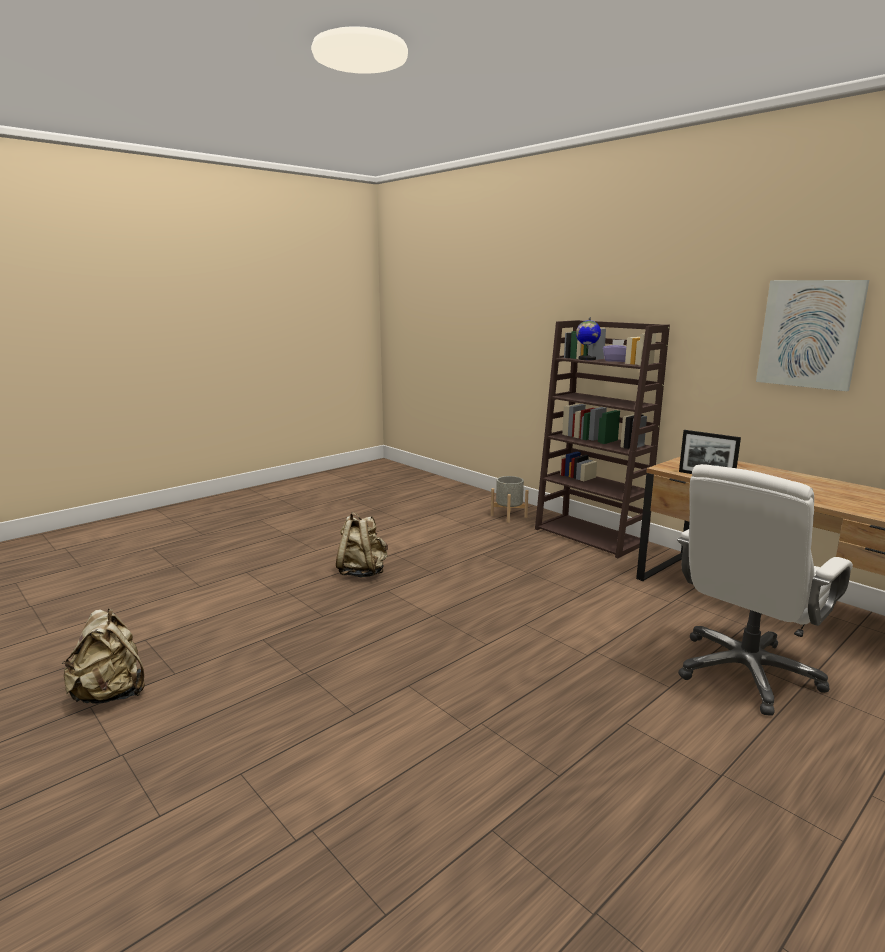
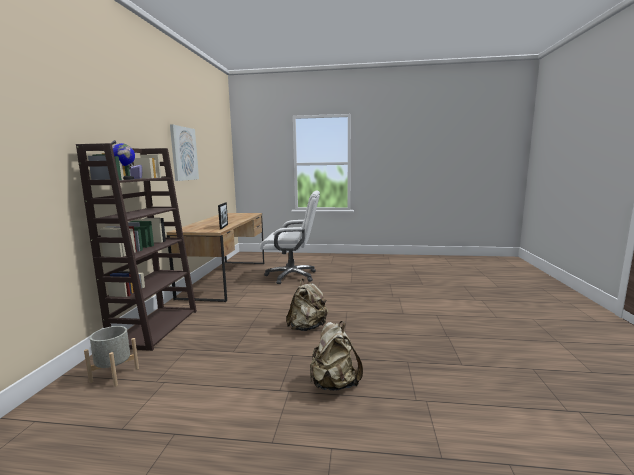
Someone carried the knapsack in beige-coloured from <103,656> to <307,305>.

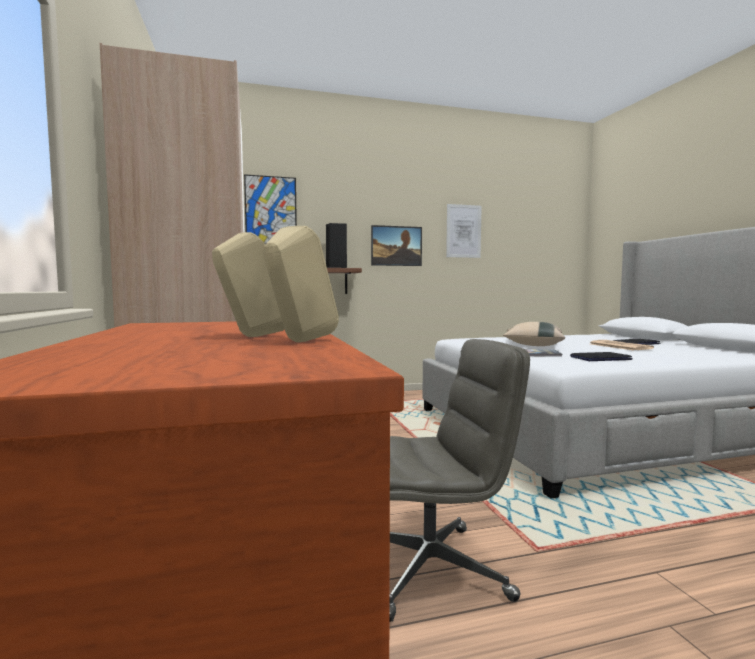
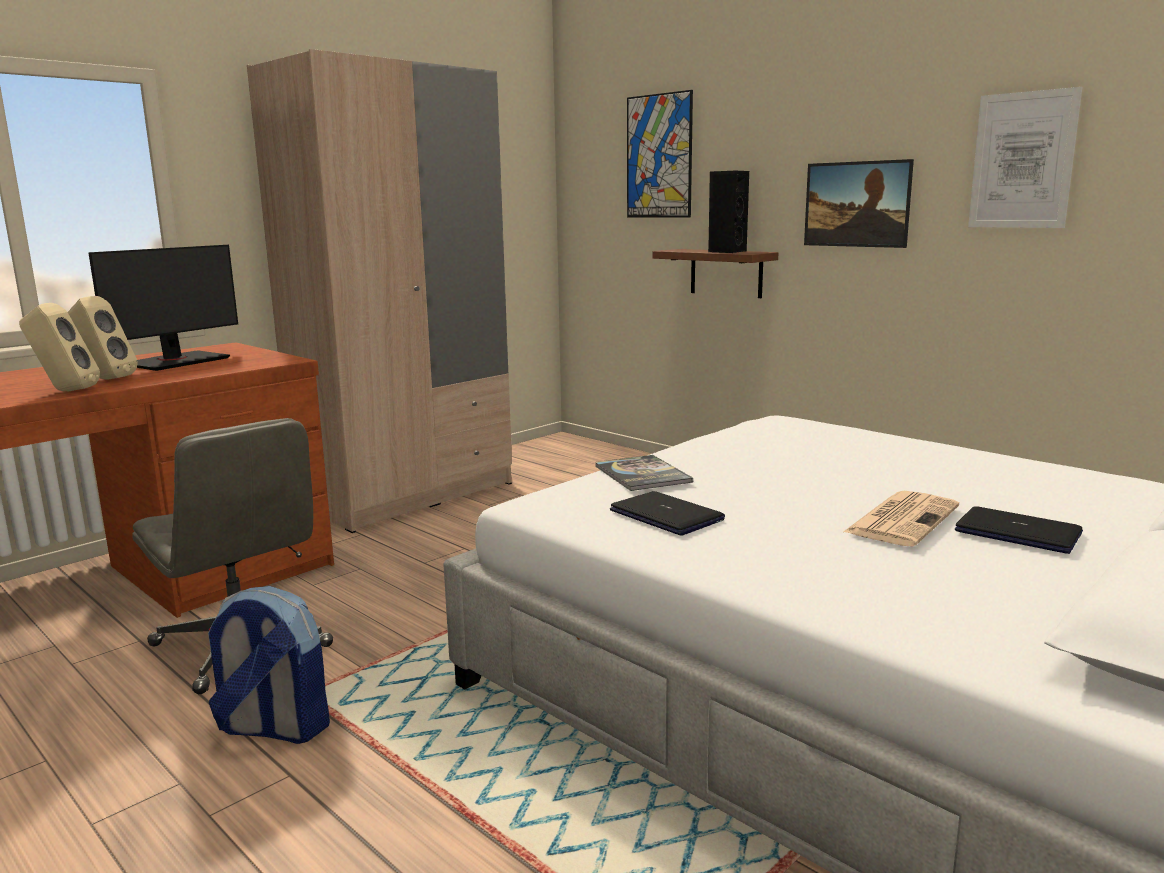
Someone took away the cushion in beige-coloured at <534,334>. Someone put down the computer display at <163,308>. Someone put down the knapsack at <269,665>.

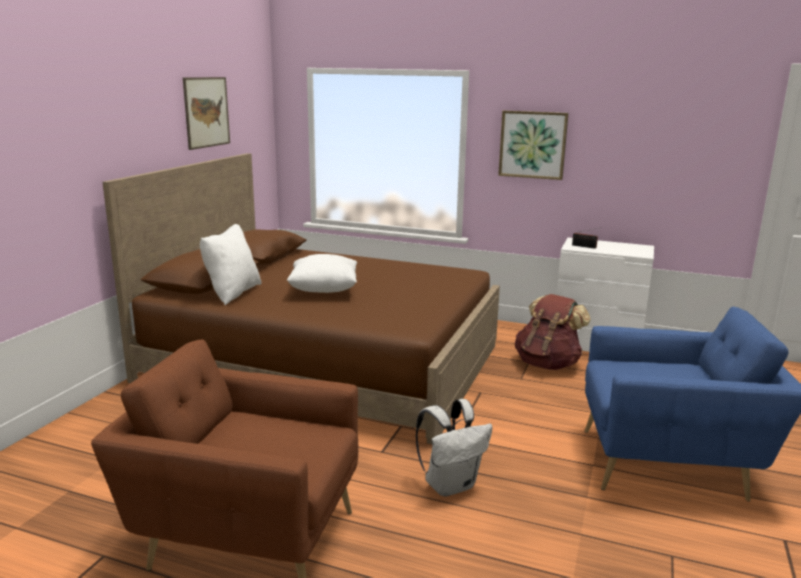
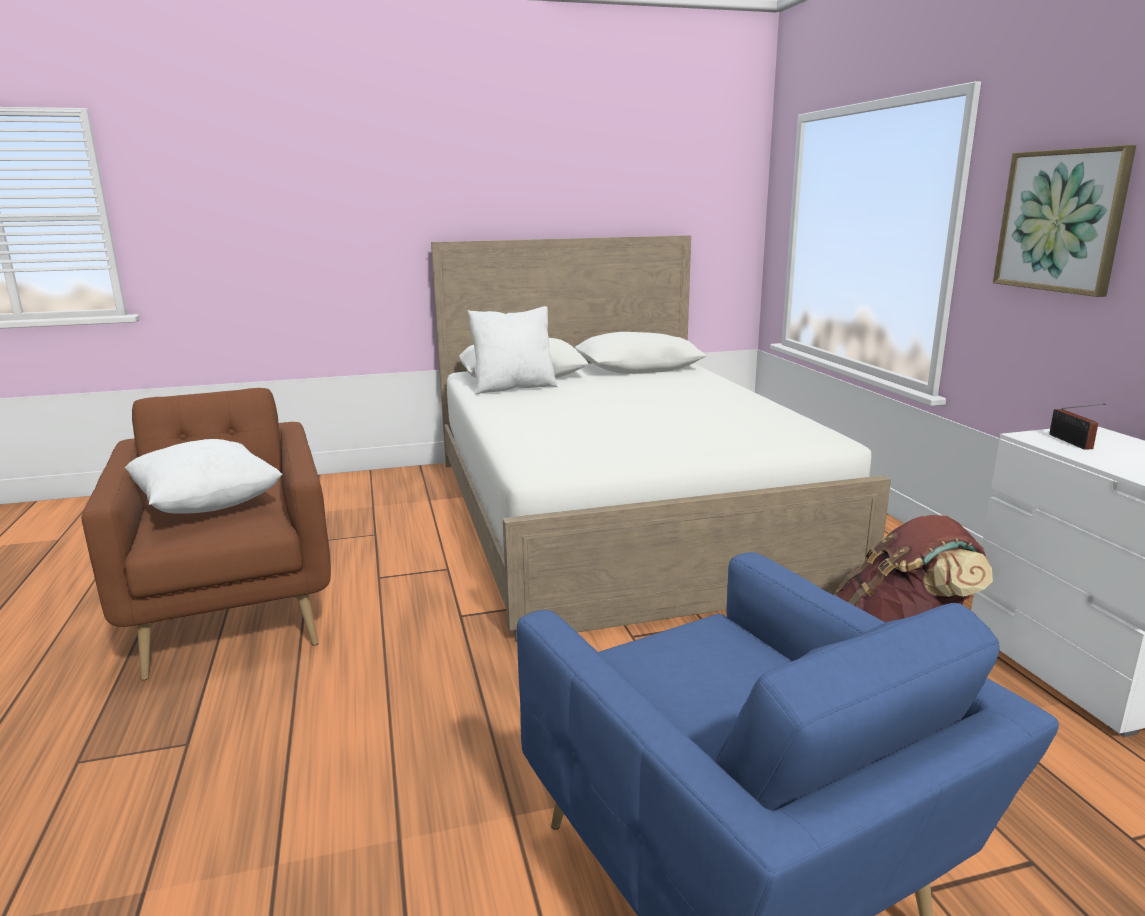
Someone took away the wall art at <206,113>. Someone took away the knapsack in white at <454,448>. Someone carried the cushion in white from <322,273> to <204,476>. Someone repainted the bedroom bed in brown-coloured at <301,298>, which became the bedroom bed in white at <661,438>.

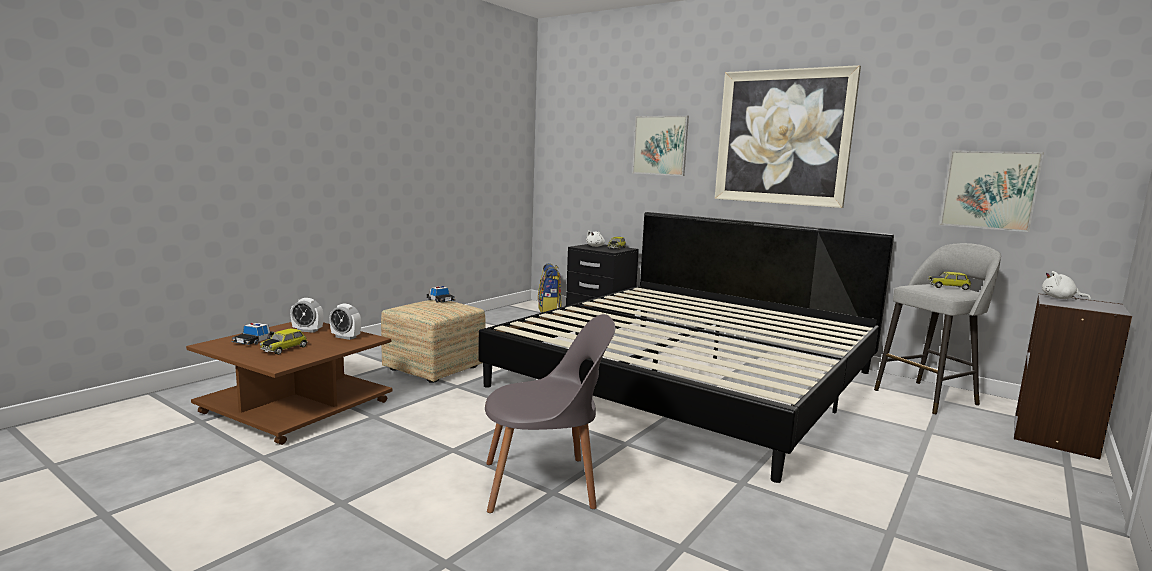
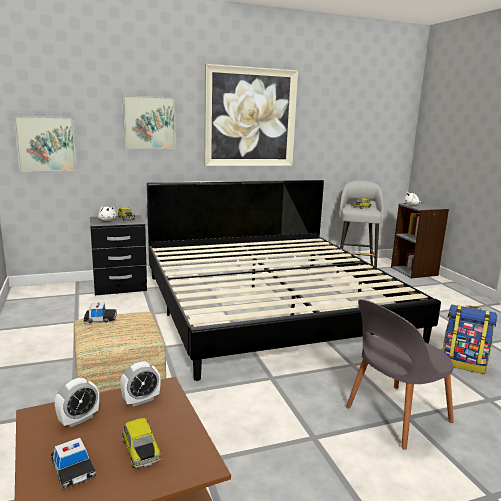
Someone carried the knapsack from <550,288> to <470,339>. Someone carried the wall art from <992,191> to <45,143>. Someone rotated the chair in grey at <550,413> by 150 degrees counterclockwise.

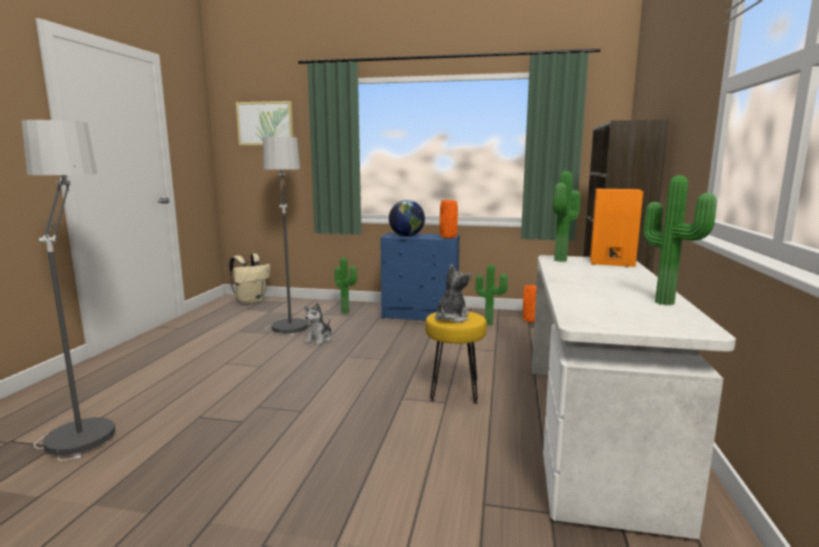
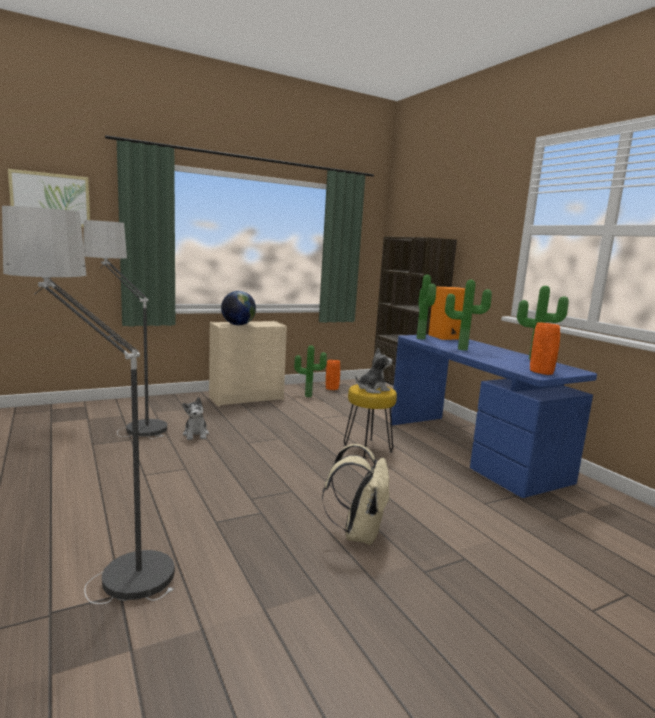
Someone carried the knapsack in beige-coloured from <249,278> to <356,494>. Someone carried the plant in a pot from <346,285> to <468,315>. Someone carried the vase in orangey from <449,219> to <545,348>. Someone repainted the drawer chest in blue at <420,276>, which became the drawer chest in beige-coloured at <248,364>. Someone repainted the desk table in white at <633,397>, which became the desk table in blue at <493,416>. Someone rotated the cuddly toy at <453,293> by 75 degrees clockwise.

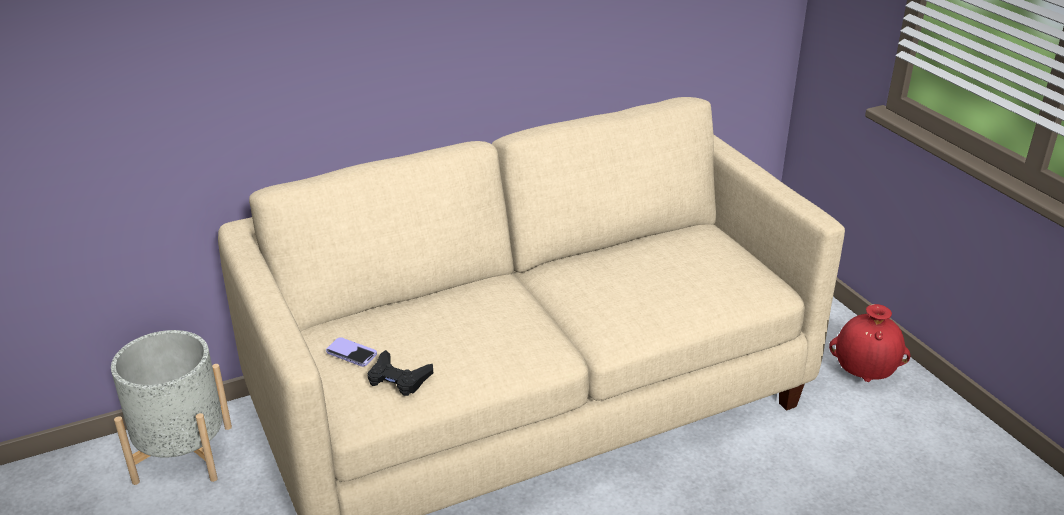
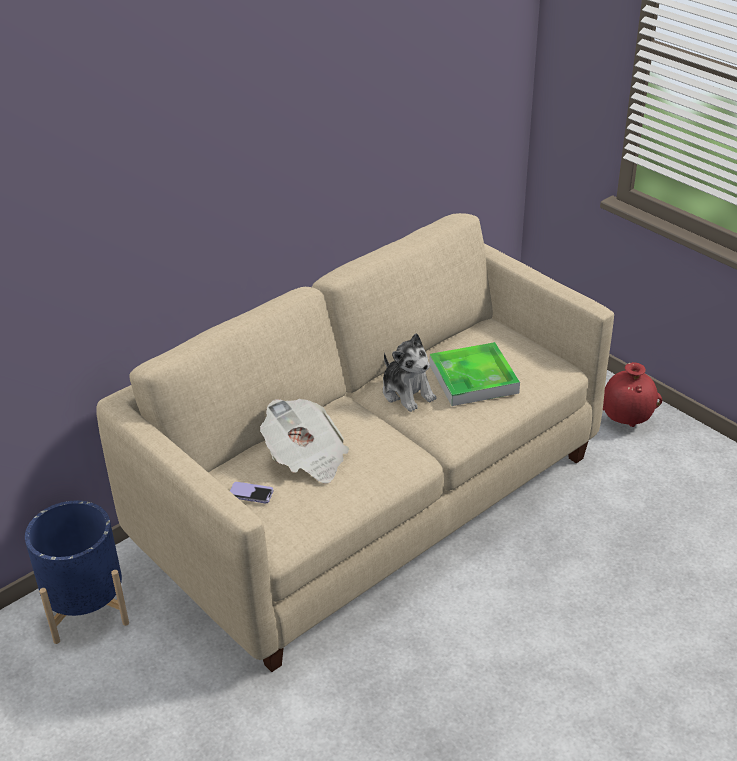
Someone took away the joypad in black at <400,373>. Someone put down the newspaper at <304,441>. Someone put down the cuddly toy at <410,372>. Someone put down the tray at <474,374>. Someone repainted the flower pot in grey at <171,407>, which became the flower pot in blue at <77,572>.

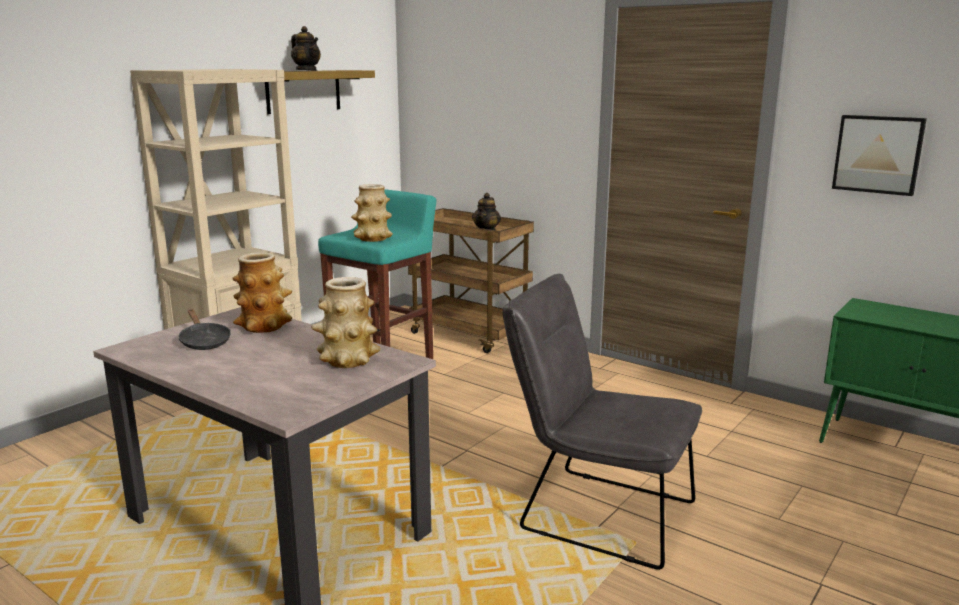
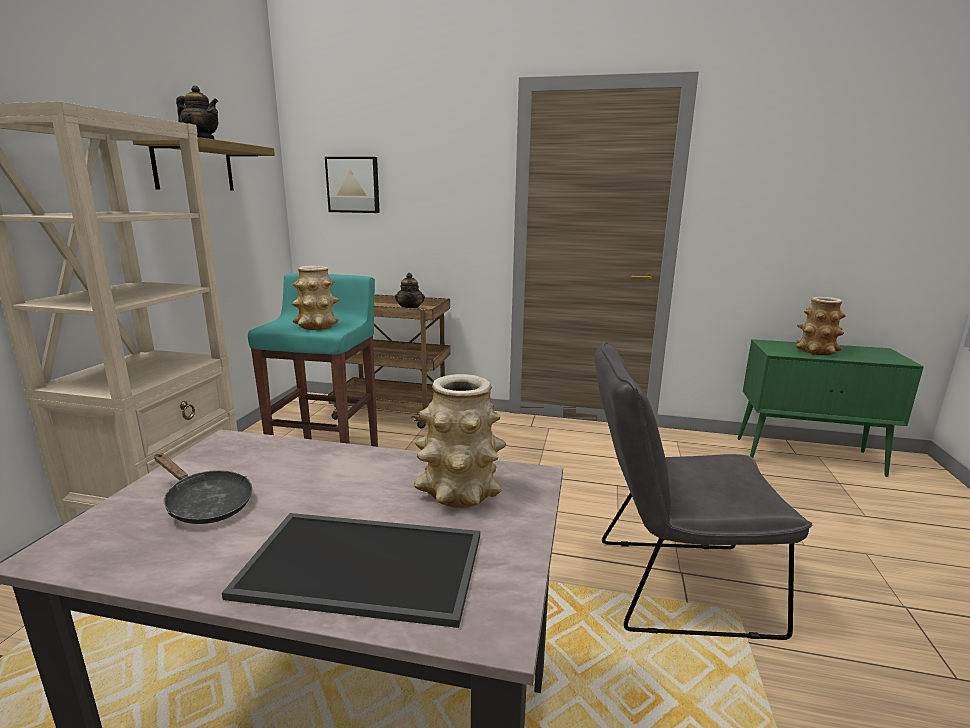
Someone put down the tray at <351,570>. Someone carried the vase from <262,292> to <821,326>. Someone carried the wall art from <879,155> to <352,185>.

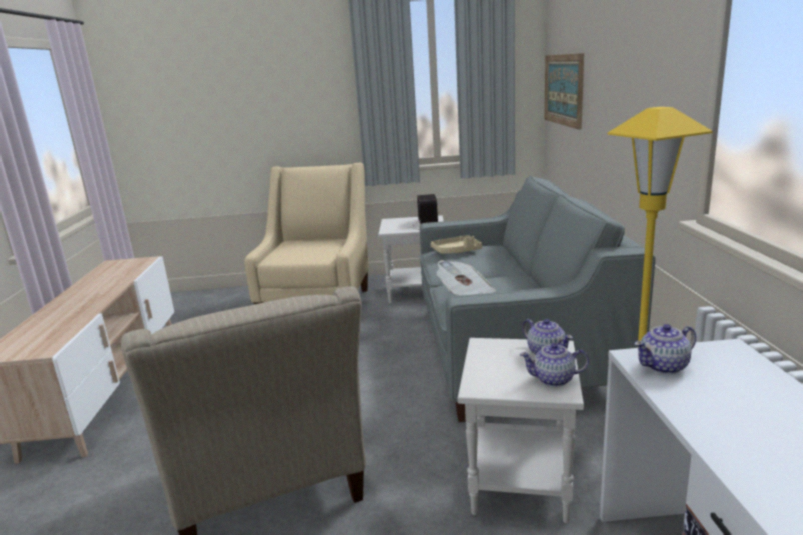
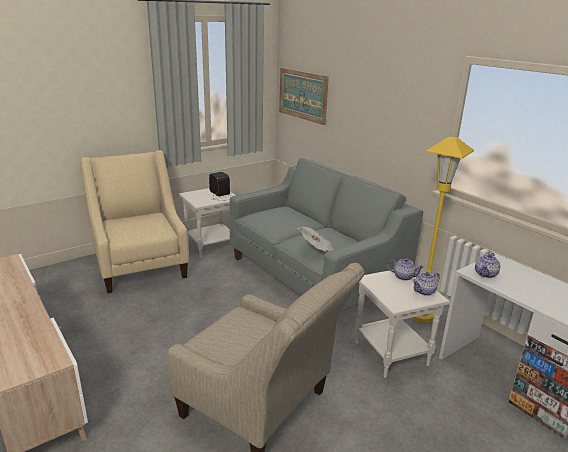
Someone took away the tray in beige-coloured at <457,244>.

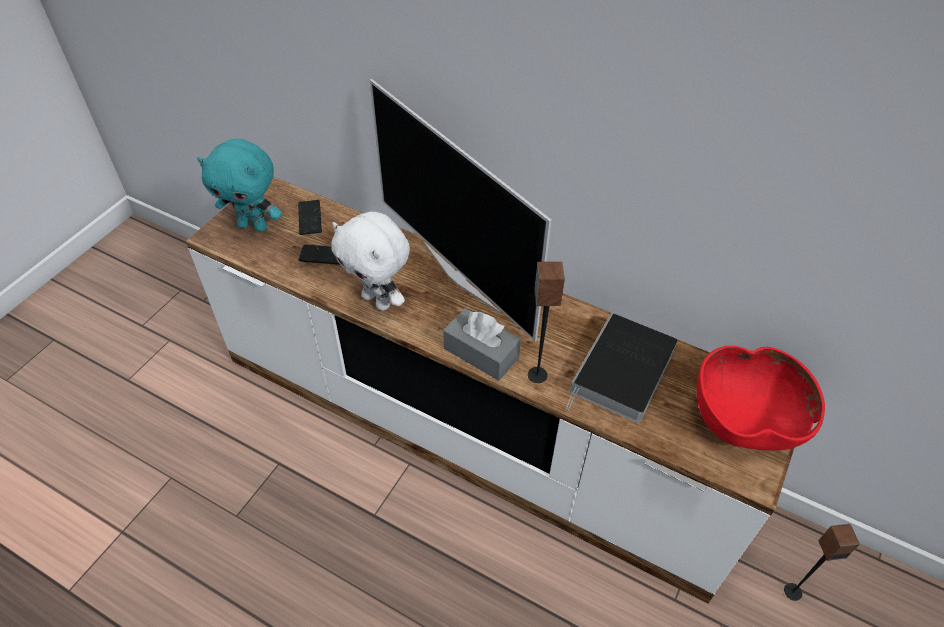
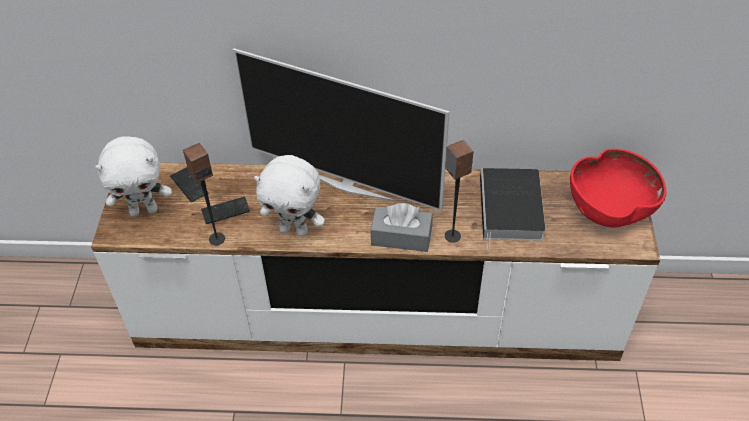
Someone carried the speaker from <822,562> to <204,194>. Someone repainted the cuddly toy in turquoise-coloured at <239,185>, which became the cuddly toy in white at <133,176>.

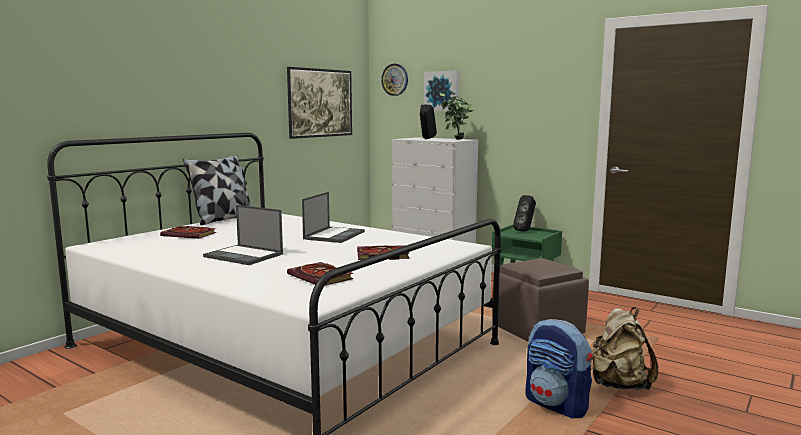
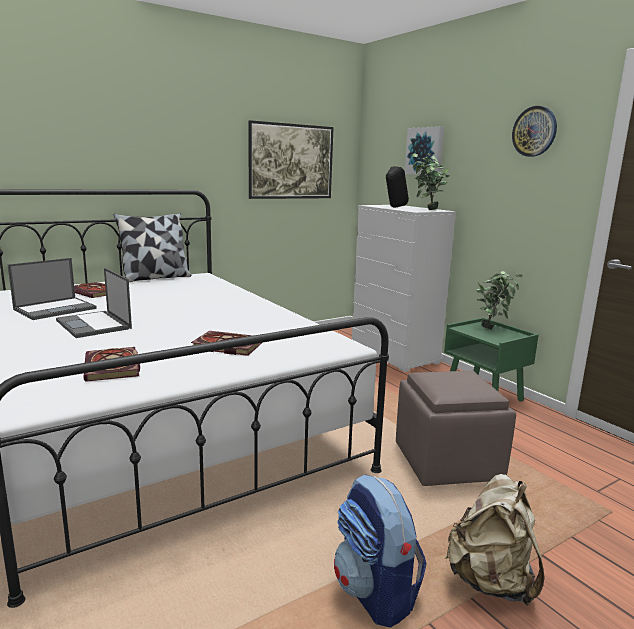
Someone carried the laptop from <333,217> to <52,289>. Someone carried the hanging clock from <394,80> to <534,131>. Someone swapped the speaker in black at <524,213> for the plant in a pot at <499,300>.

